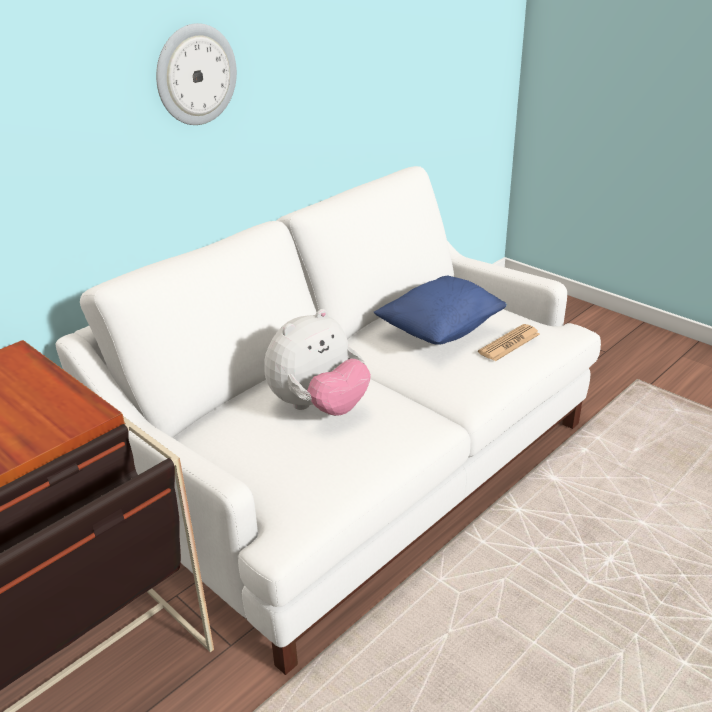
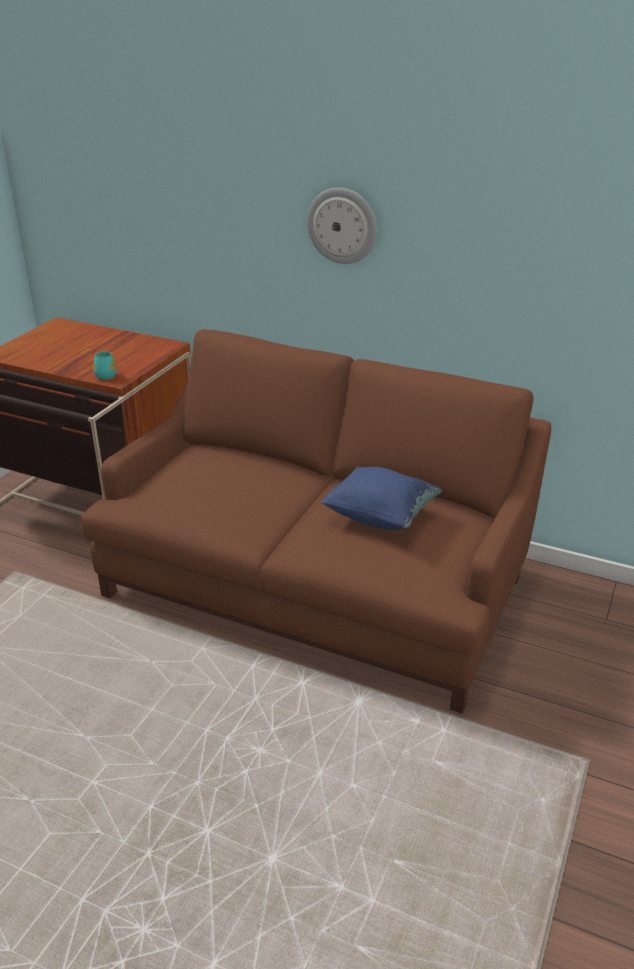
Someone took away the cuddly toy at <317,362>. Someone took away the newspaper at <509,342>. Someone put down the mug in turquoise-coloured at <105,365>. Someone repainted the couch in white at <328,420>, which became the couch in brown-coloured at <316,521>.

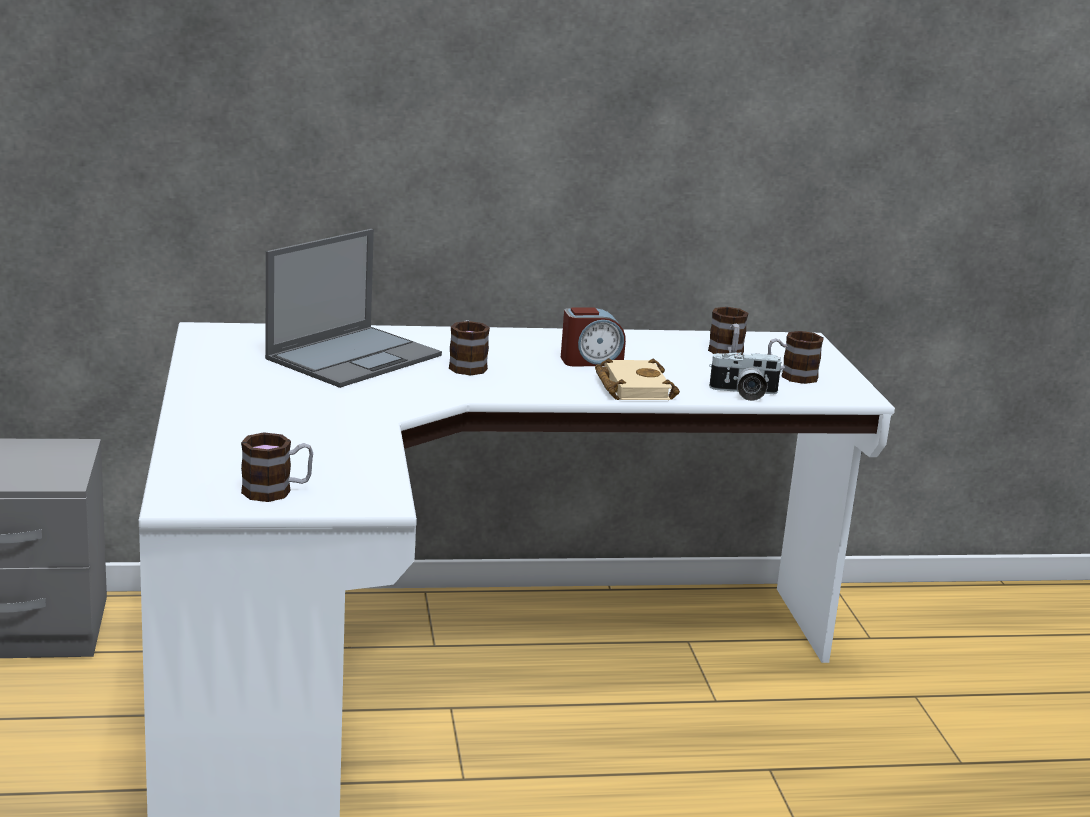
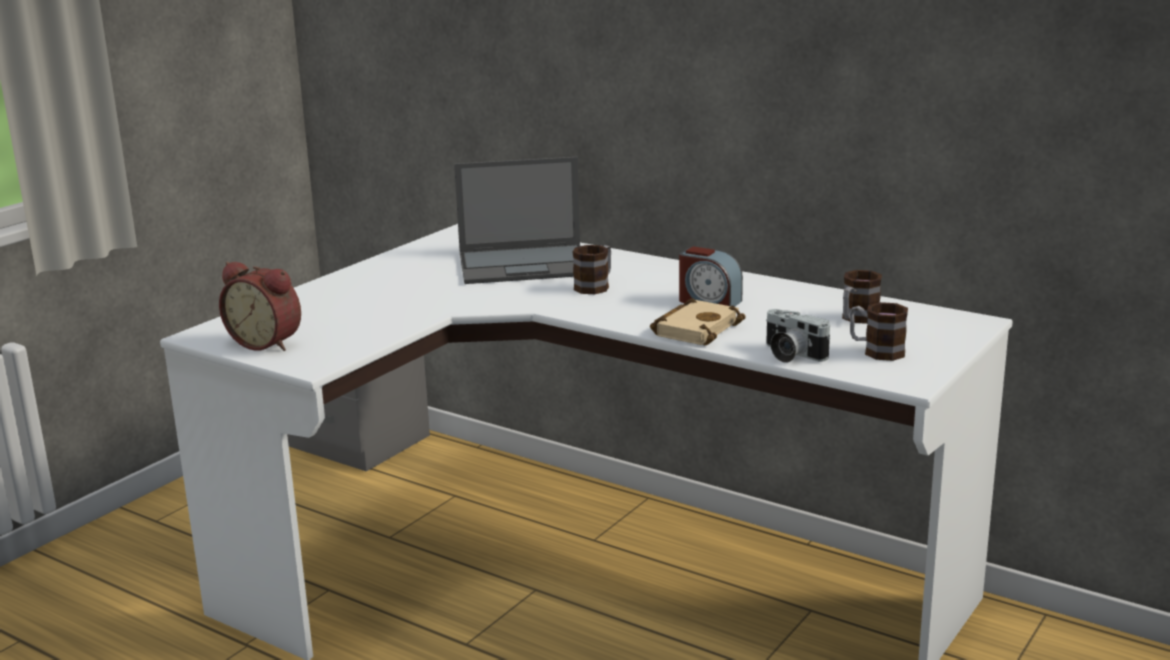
Someone swapped the mug at <277,467> for the table clock at <260,306>.

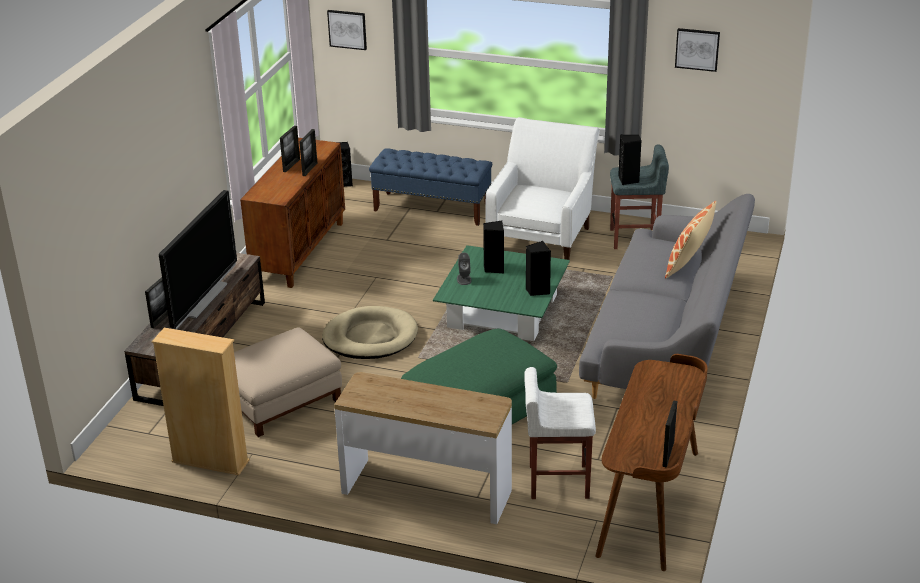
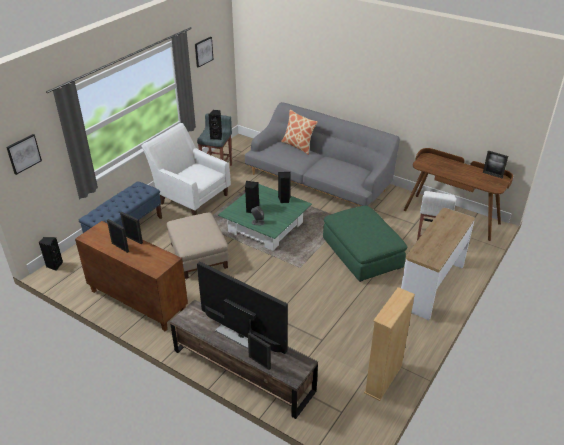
Someone took away the dog cushion in beige-coloured at <370,332>. Someone carried the pouffe in beige-coloured from <288,382> to <198,245>.

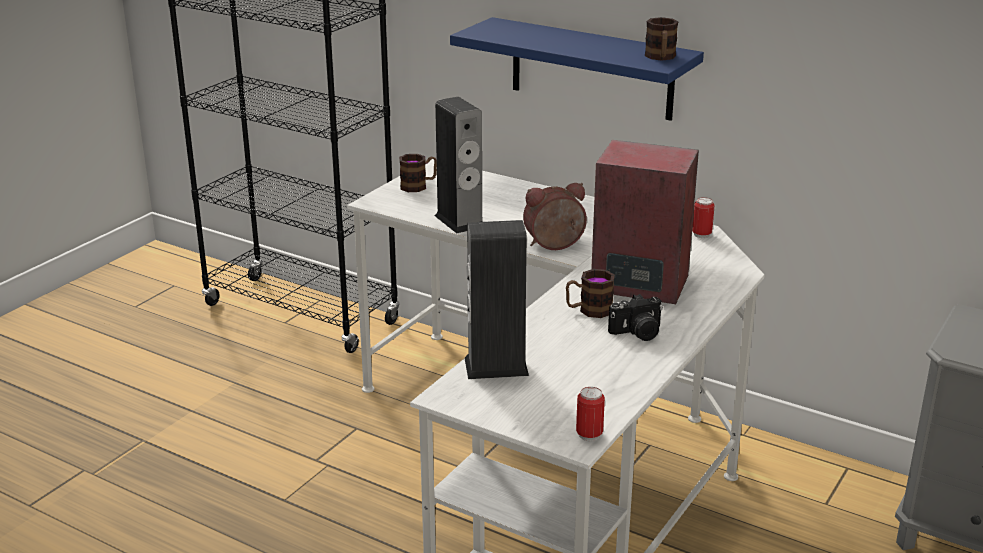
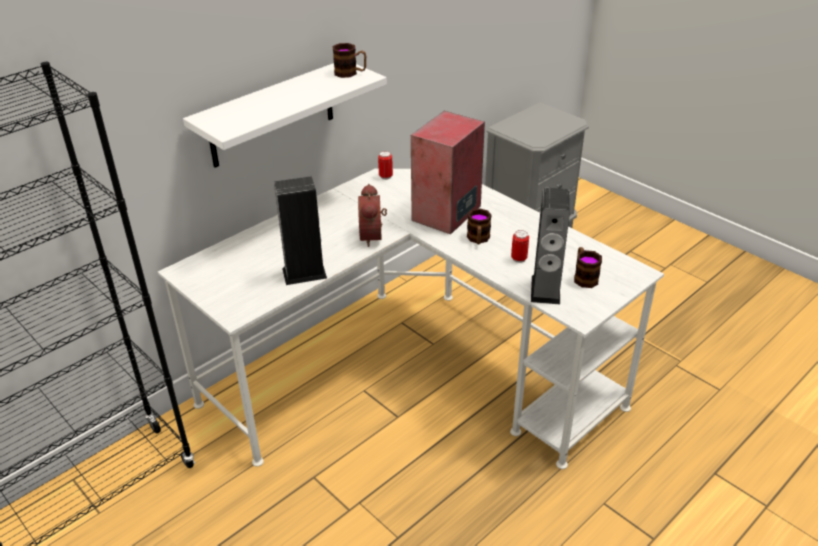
Someone took away the still camera at <635,317>. Someone carried the mug from <418,173> to <588,267>. Someone carried the can from <590,414> to <520,246>. Someone repainted the bracket shelf in blue at <577,69>, which became the bracket shelf in white at <285,115>.

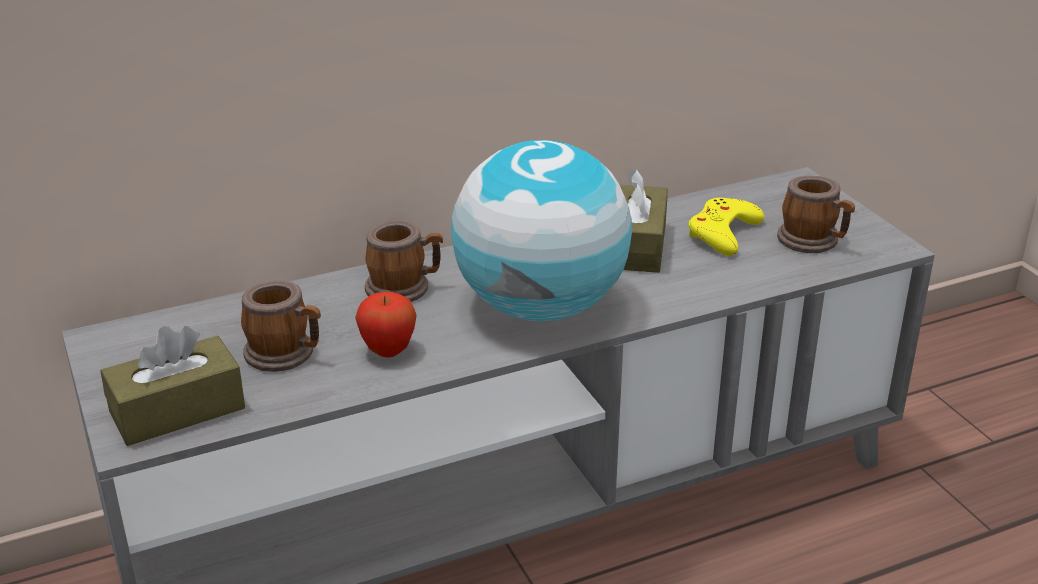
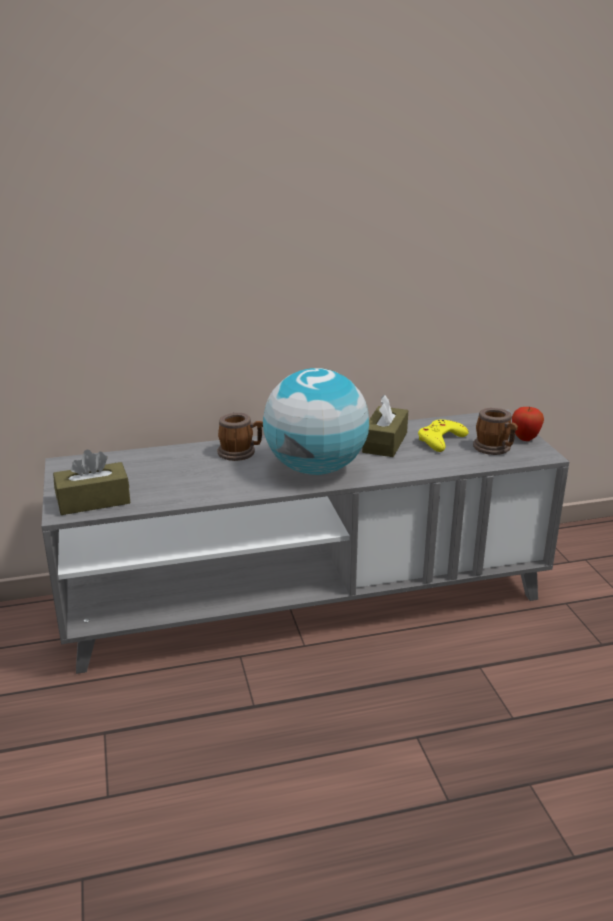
Someone took away the mug at <281,326>. Someone carried the apple from <386,324> to <528,424>.

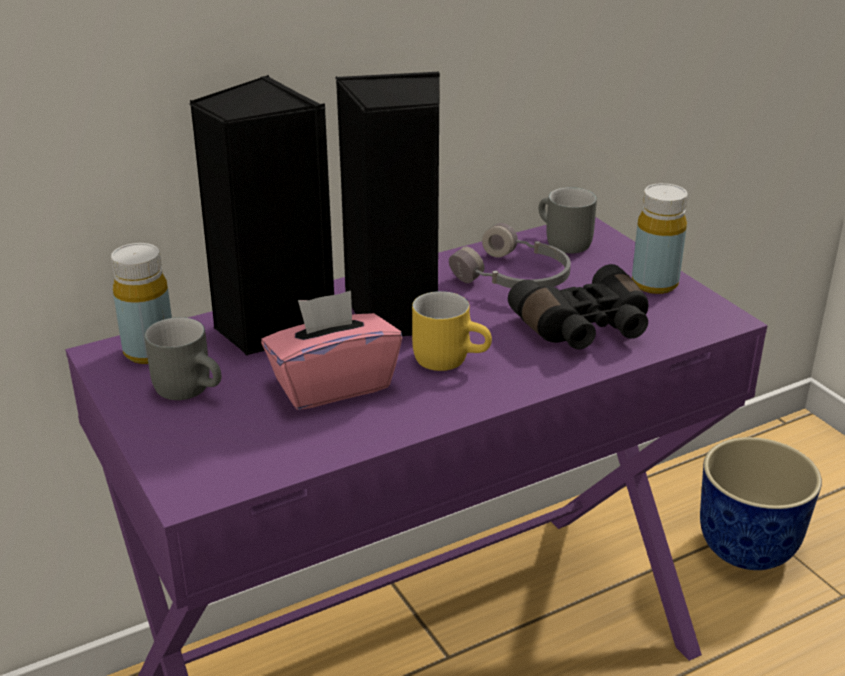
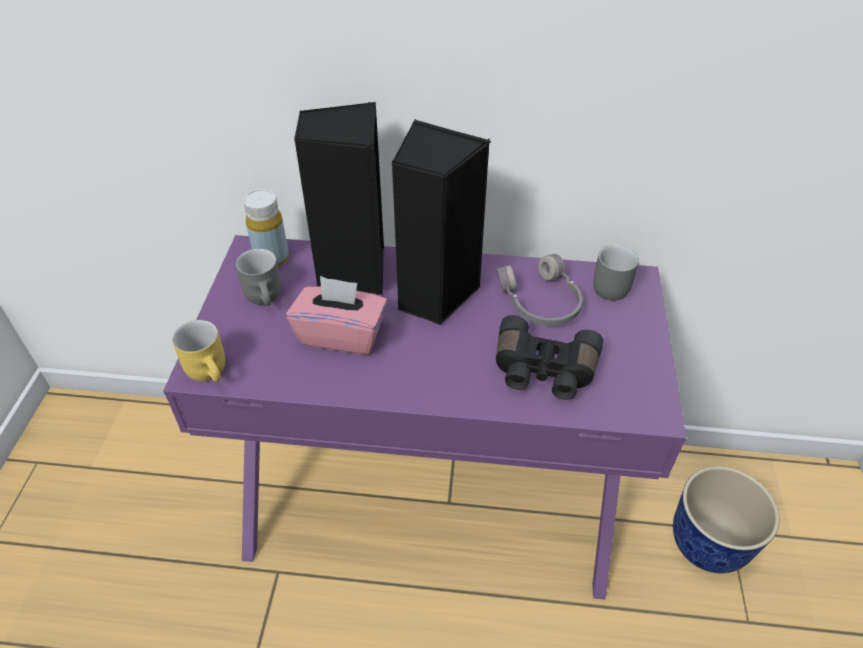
Someone took away the beverage bottle in yellowish at <660,238>. Someone carried the mug in yellowish from <452,331> to <198,351>.

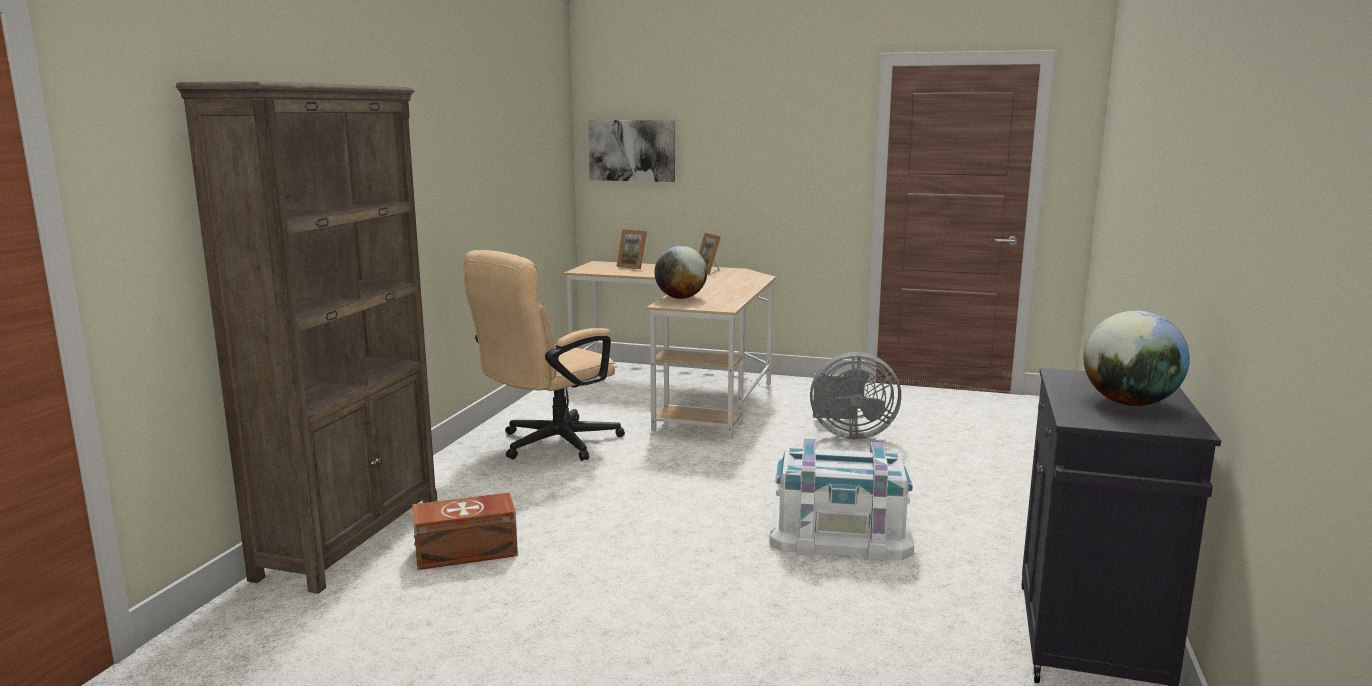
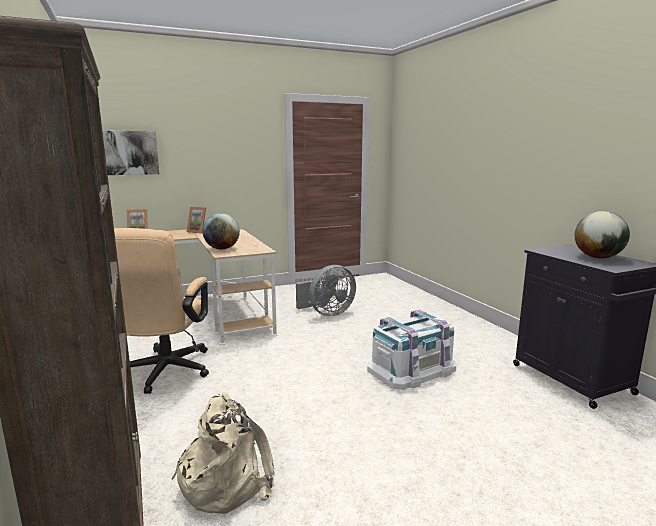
Someone swapped the storage bin in brown-coloured at <465,531> for the knapsack in beige-coloured at <222,453>.

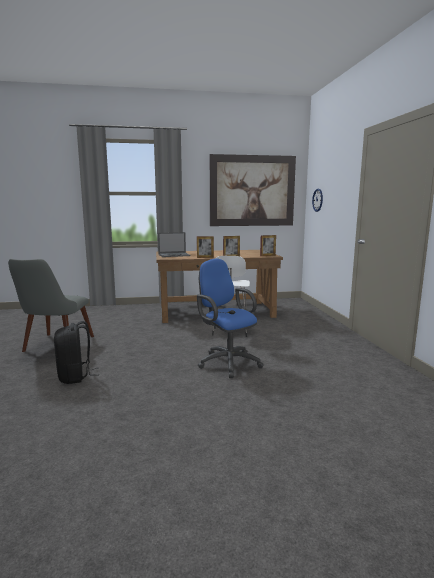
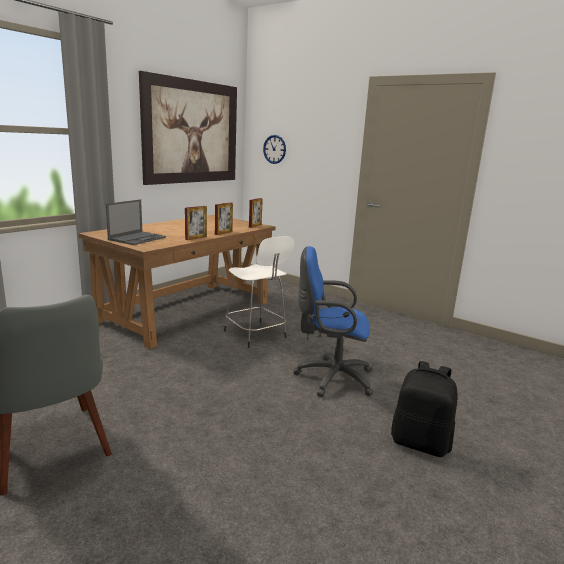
Someone carried the knapsack in black from <76,352> to <424,409>.

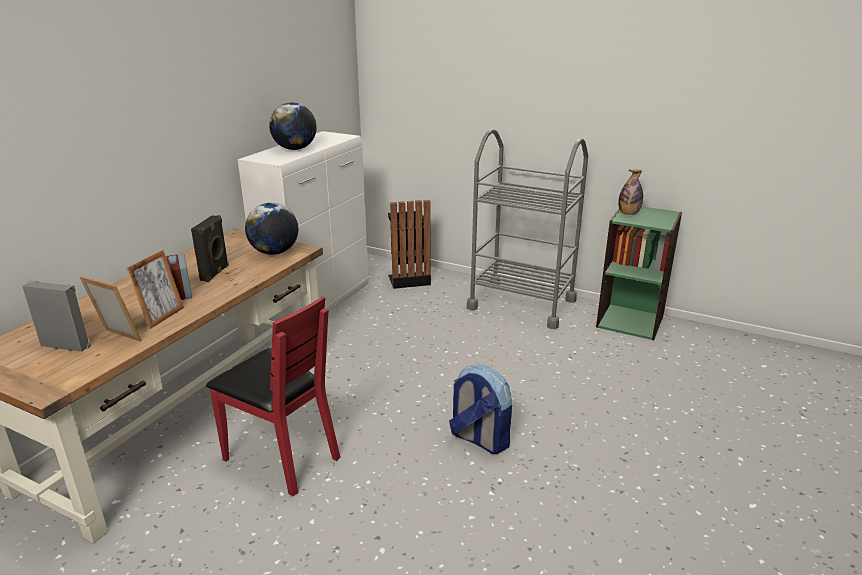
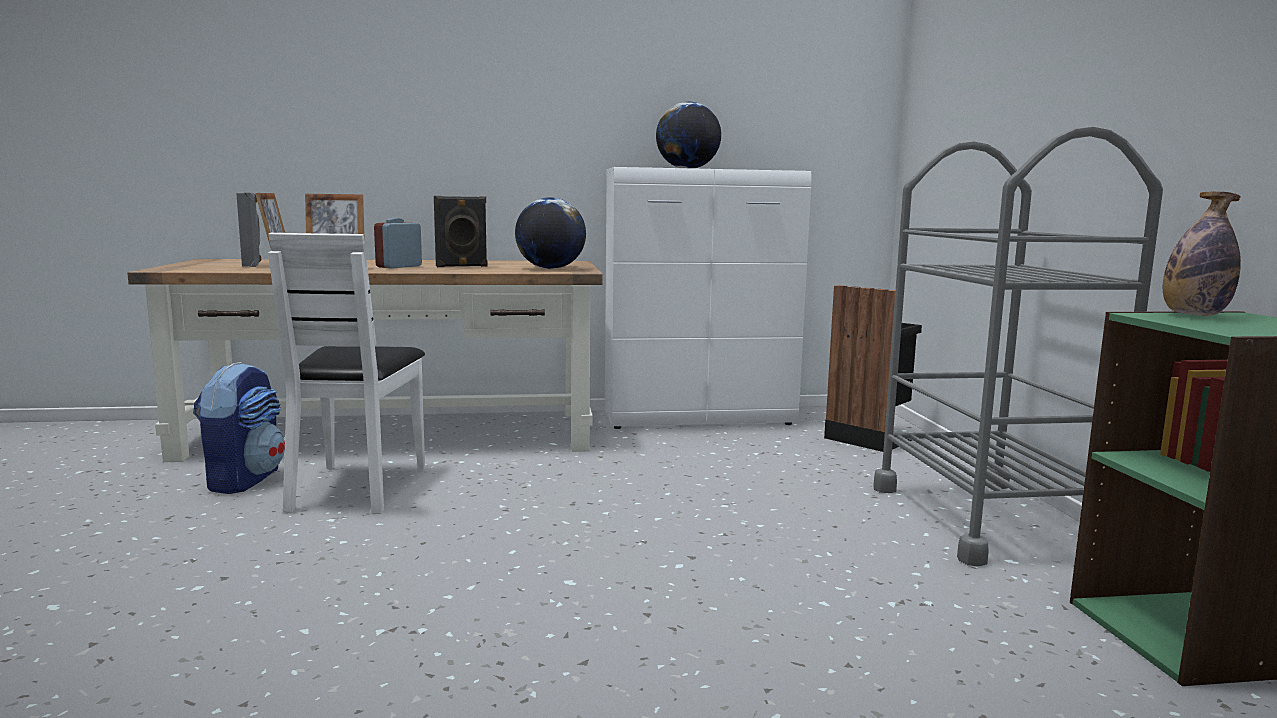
Someone carried the knapsack from <480,409> to <239,428>. Someone repainted the chair in red-coloured at <273,396>, which became the chair in white at <346,373>.

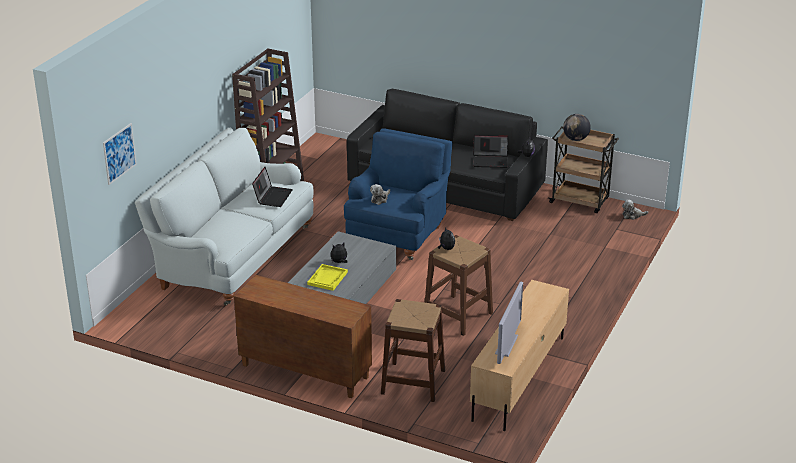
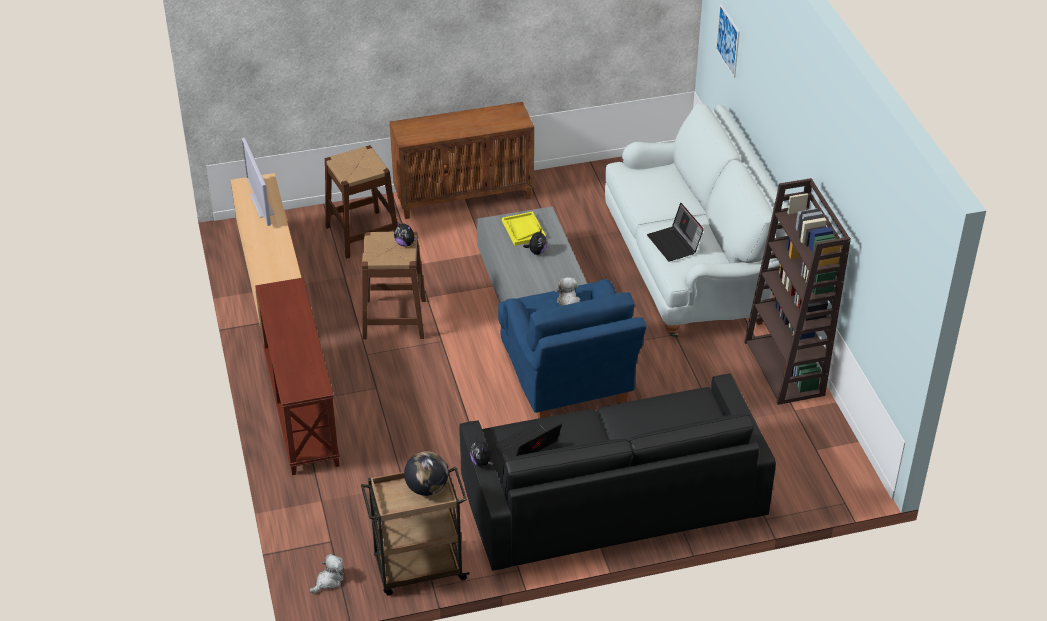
Someone put down the hall table in brown-coloured at <297,376>.

